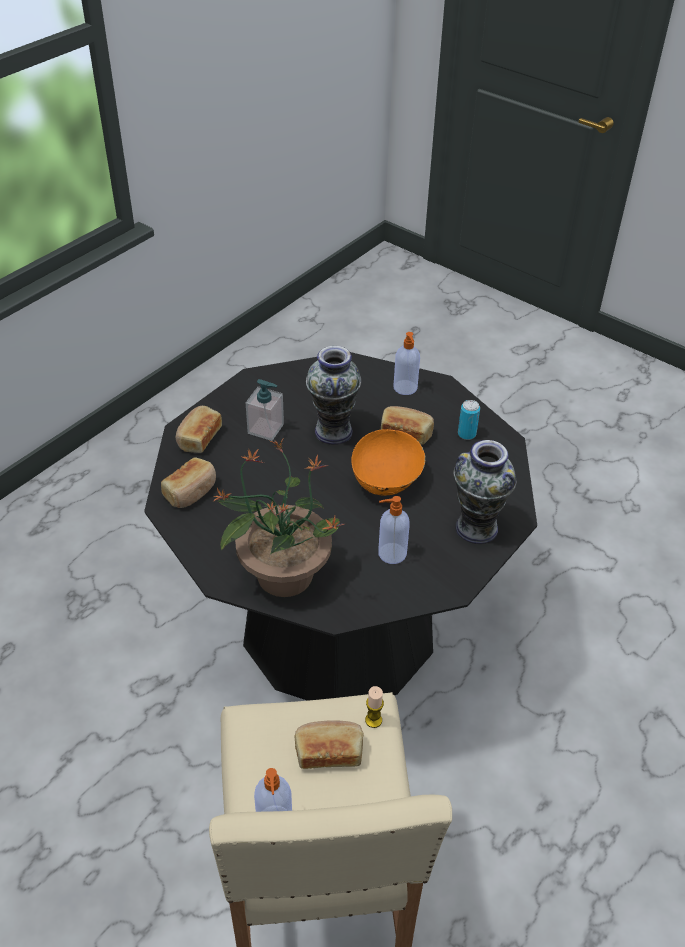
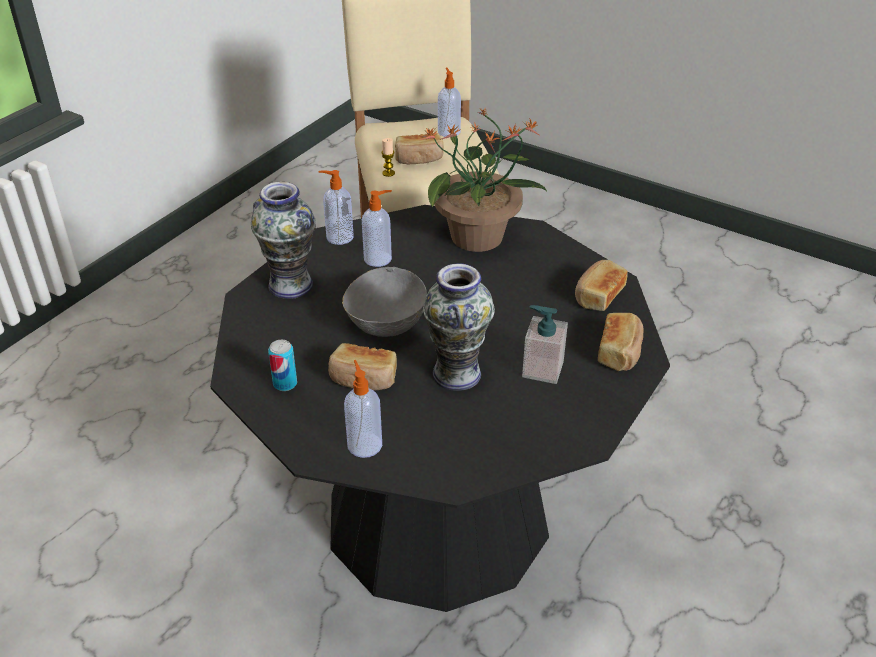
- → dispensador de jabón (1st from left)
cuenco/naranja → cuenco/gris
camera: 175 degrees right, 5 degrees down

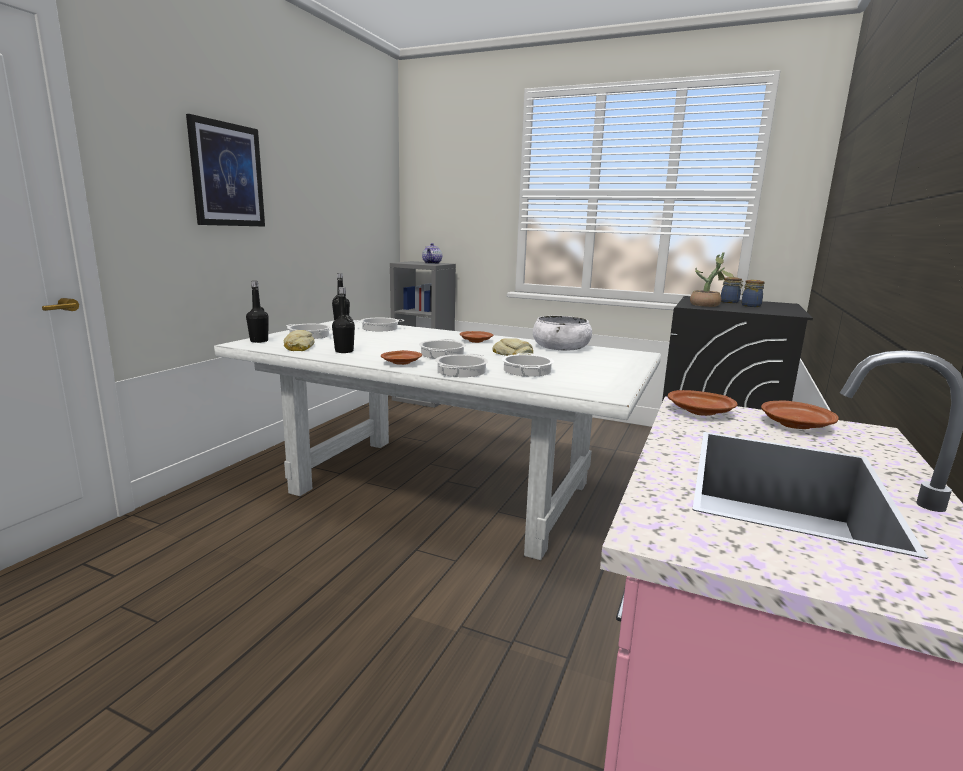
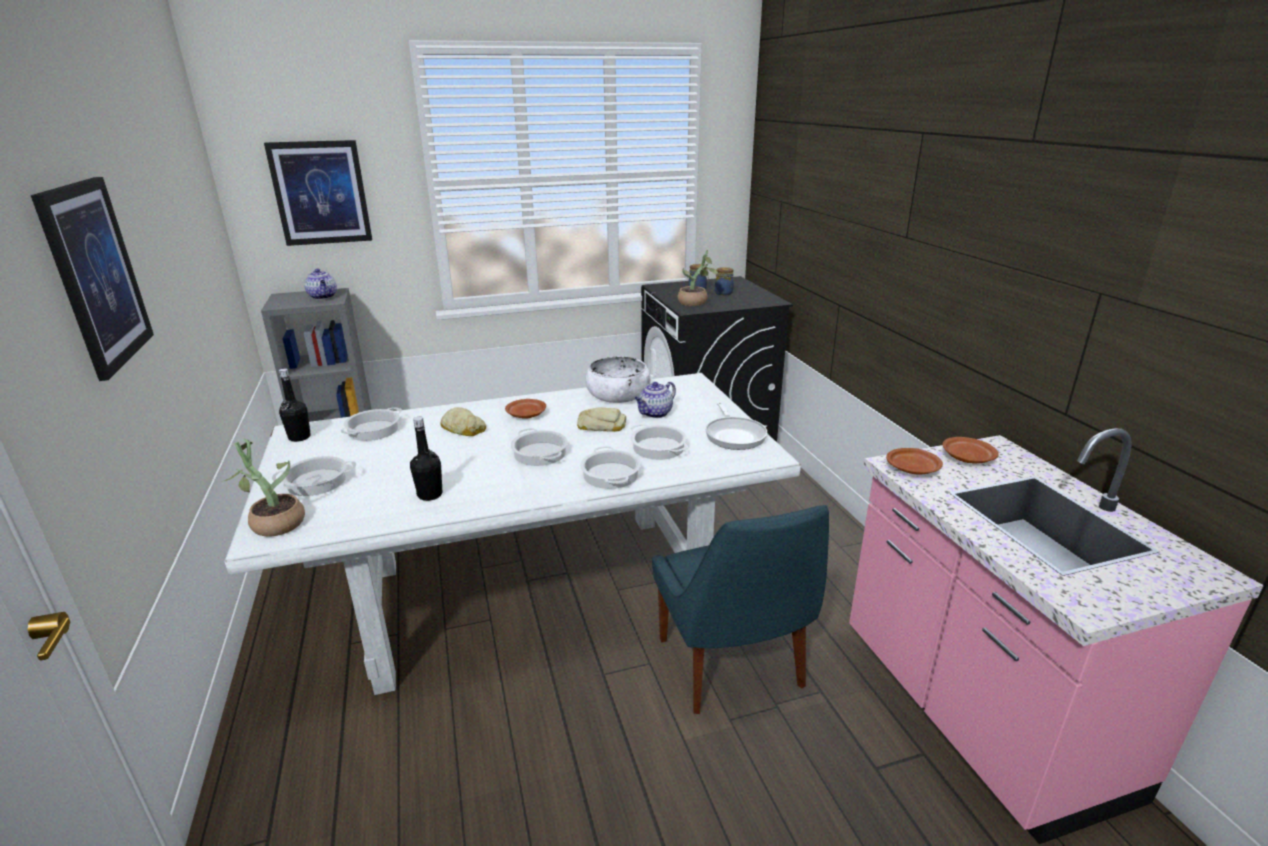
plato/marrón (1st from left) → -
- → cuadro (2nd from left)
- → tetera (2nd from left)
- → silla/azul
- → sartén
pan (1st from left), moved
botella/negro (1st from left) → planta en maceta (1st from left)
camera: 40 degrees left, 10 degrees up

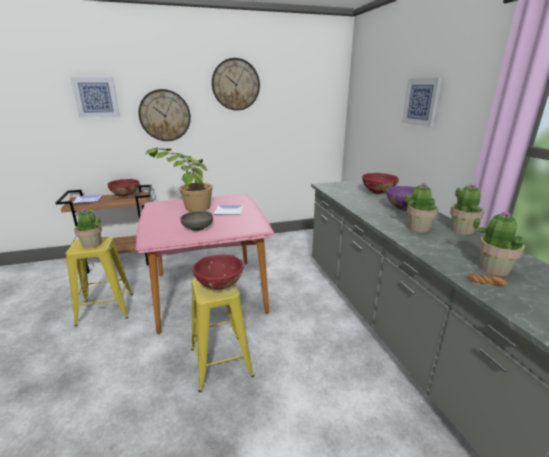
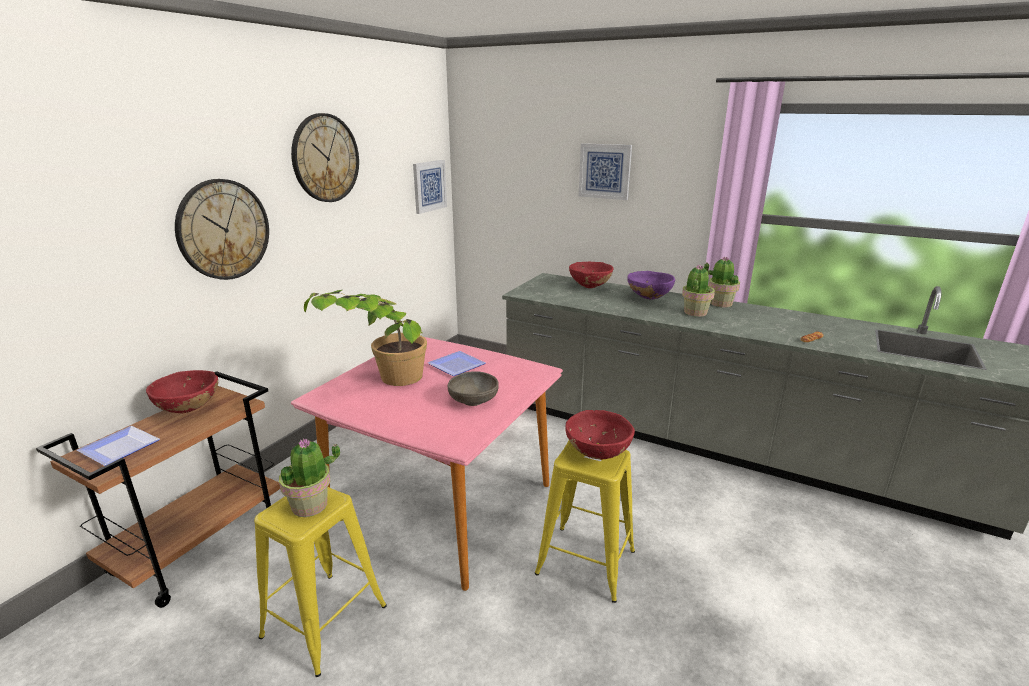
planta en maceta (5th from left) → -
cuadro (1st from left), moved
camera: 45 degrees left, 0 degrees up

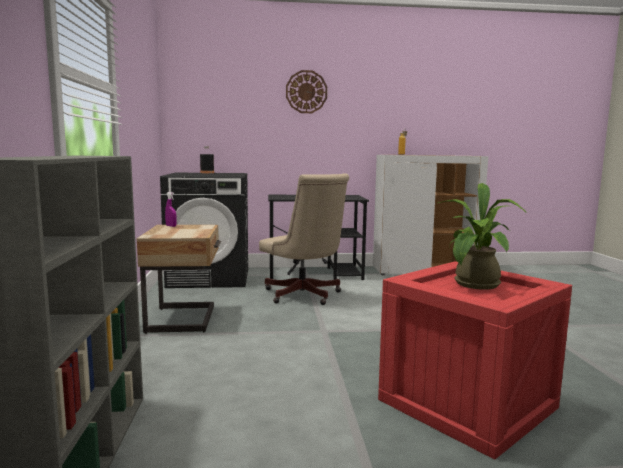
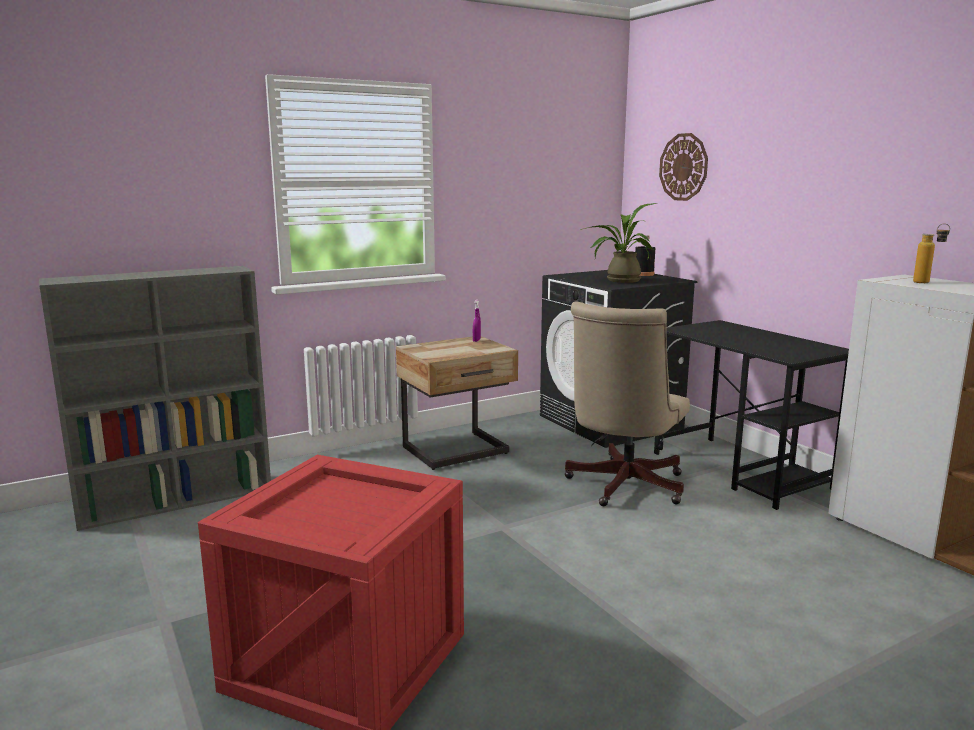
reloj de pared, moved
planta en maceta, moved
camera: 65 degrees right, 5 degrees up

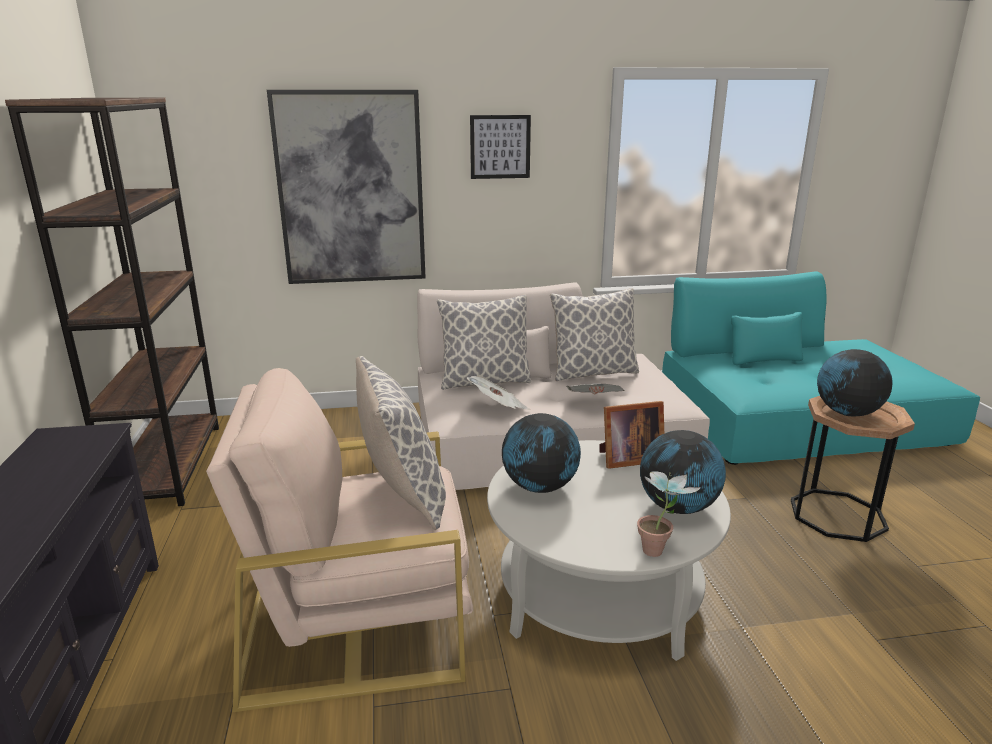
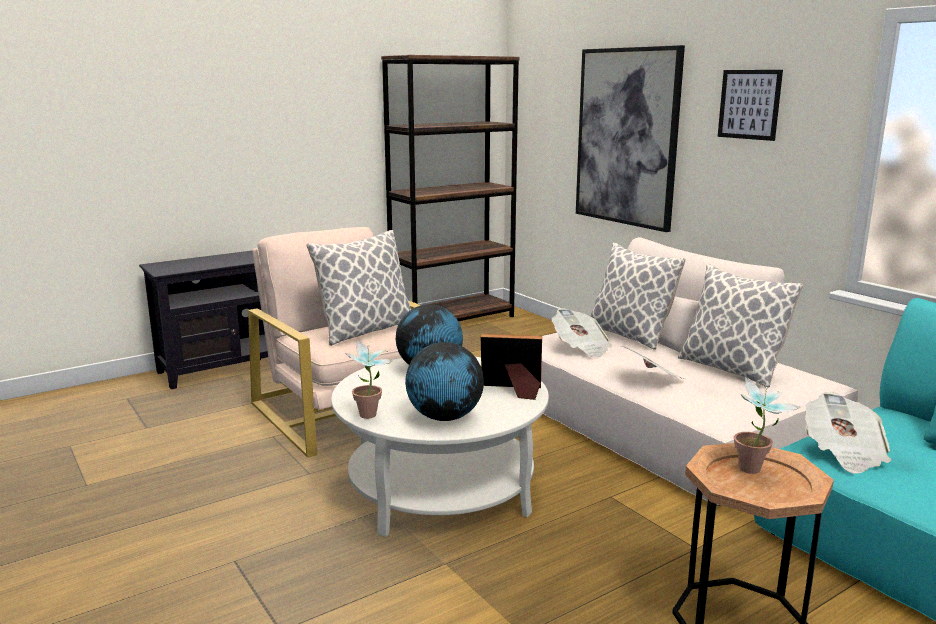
- → periódico (3rd from left)
globo terráqueo (3rd from left) → planta en maceta (2nd from left)
portarretratos, 135 degrees clockwise
camera: 65 degrees right, 5 degrees down

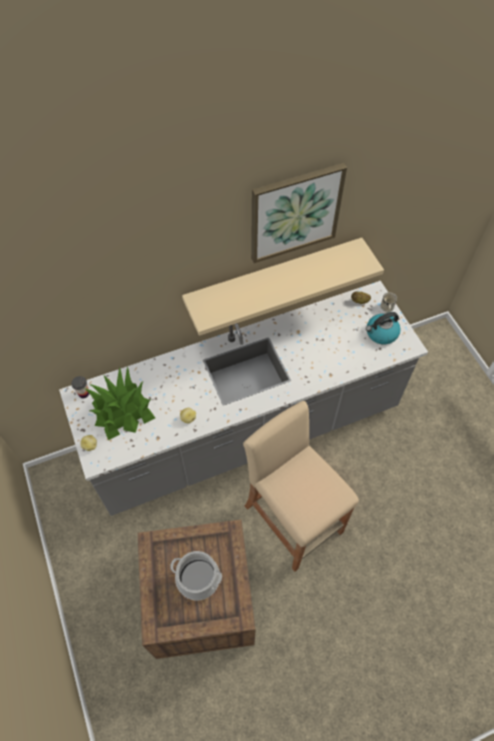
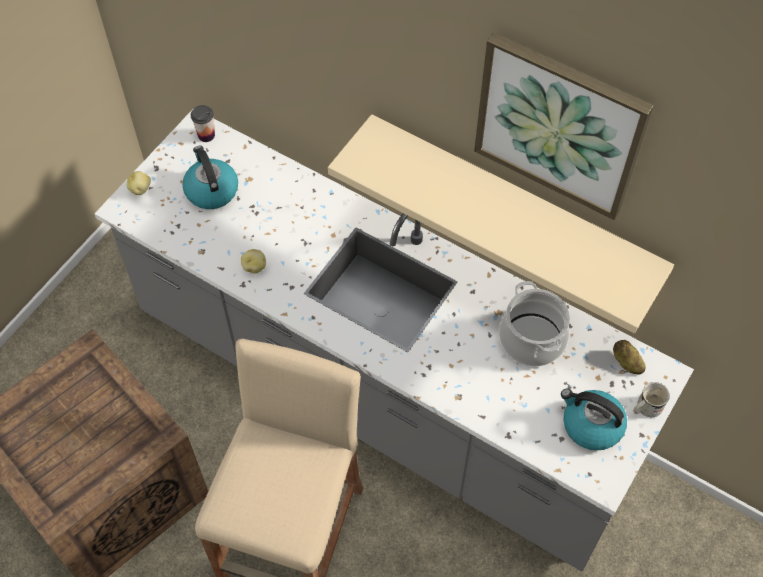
olla, moved
planta en maceta → hervidor (1st from left)
camera: 55 degrees right, 0 degrees up

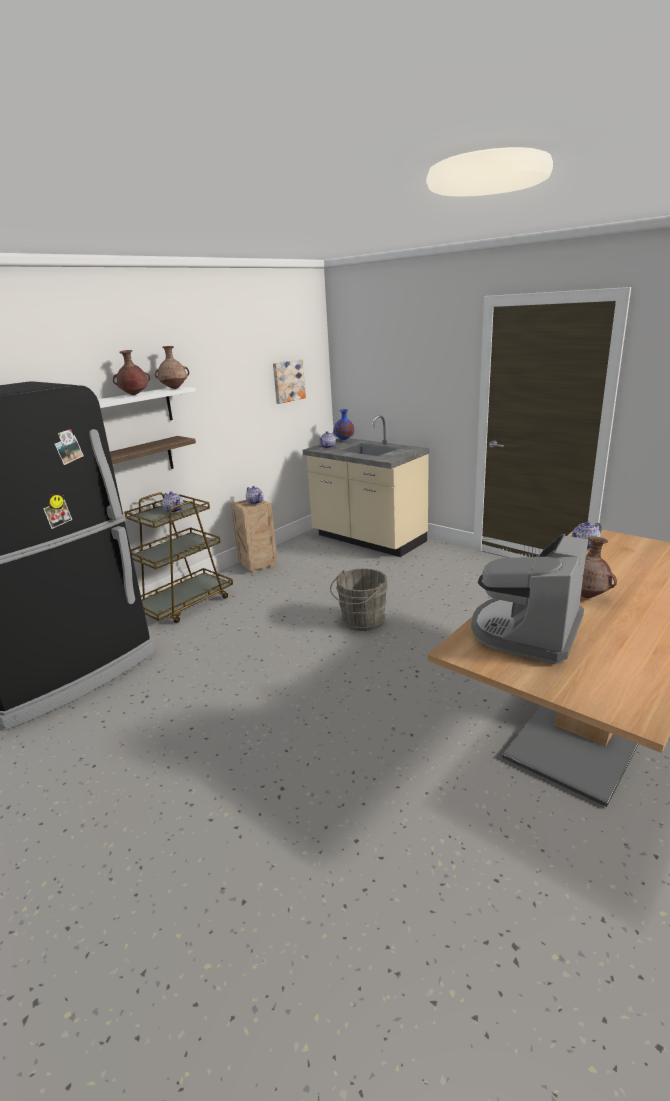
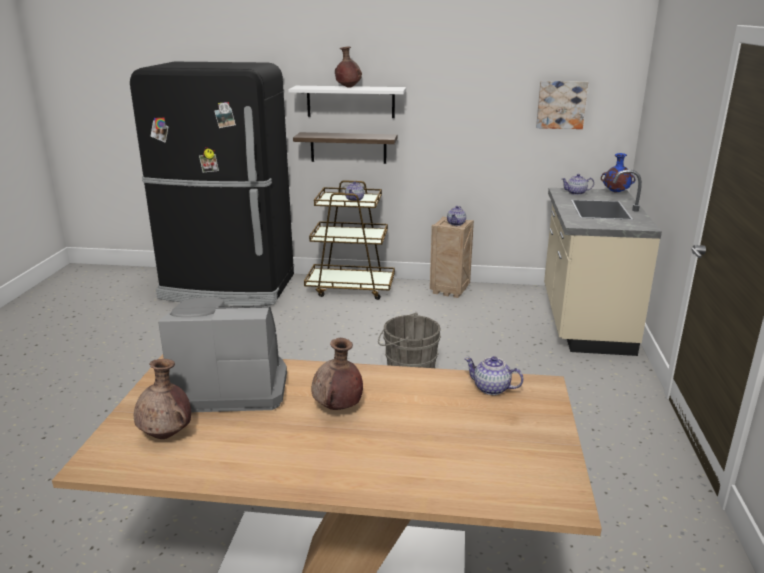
florero/marrón (2nd from left in the first image) → florero/marrón (1st from left), moved
camera: 55 degrees right, 0 degrees up

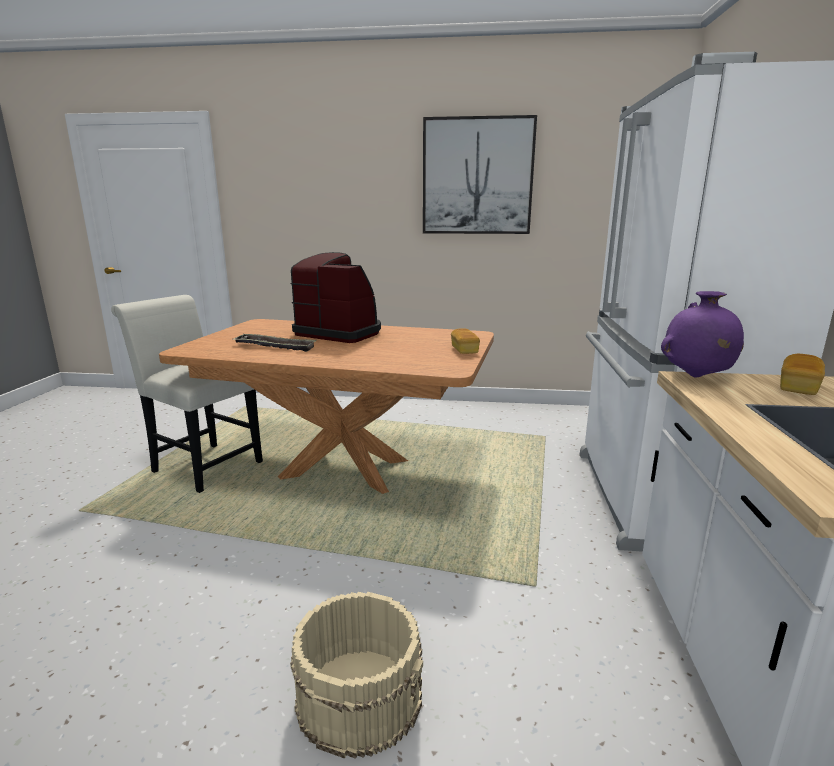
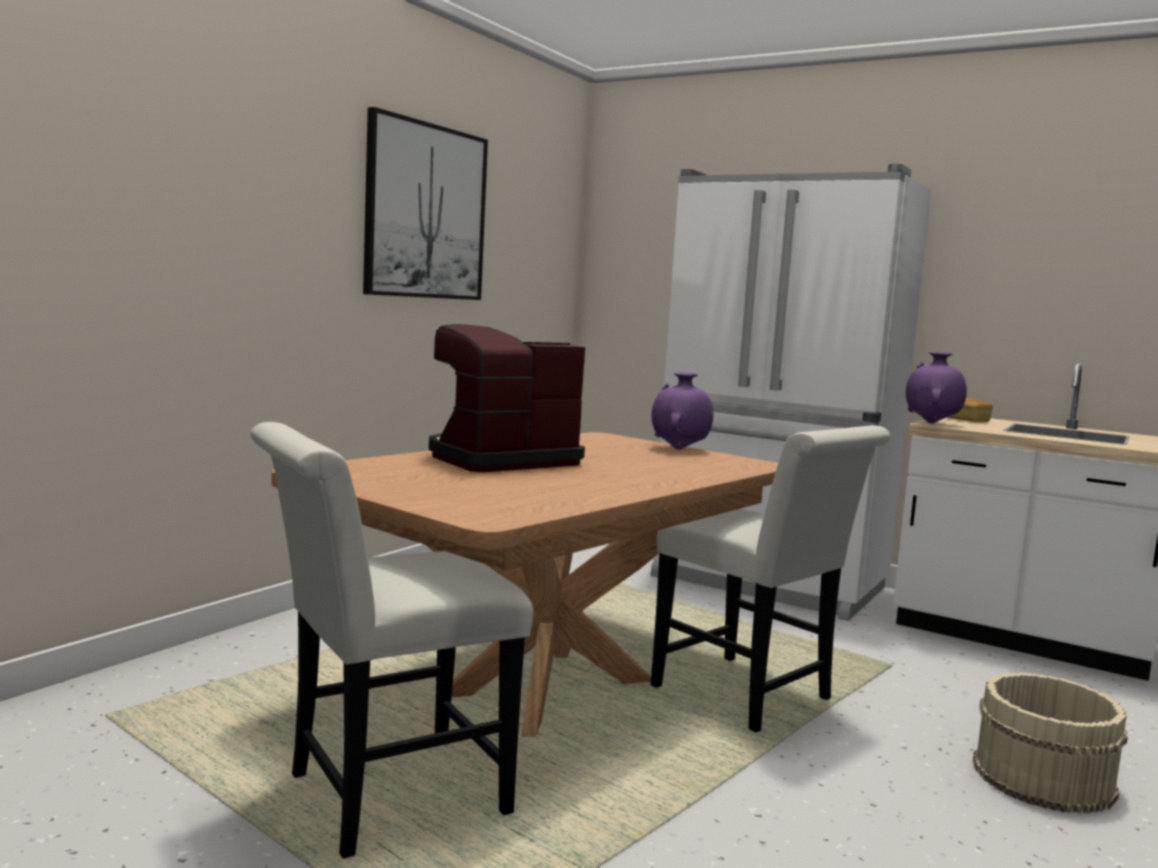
bandeja → -
- → silla/blanco (2nd from left)
pan (1st from left) → florero/morado (1st from left)
camera: 65 degrees left, 10 degrees down

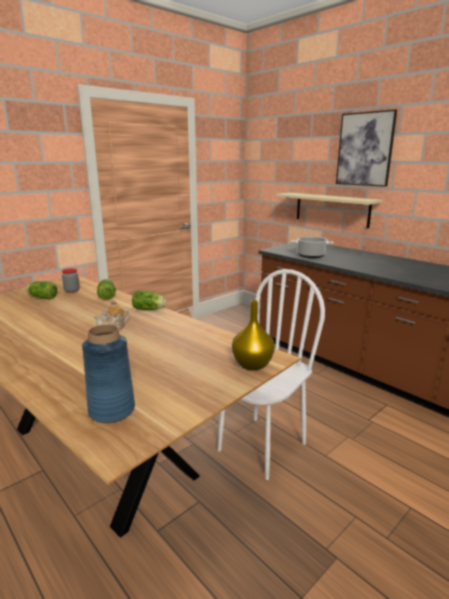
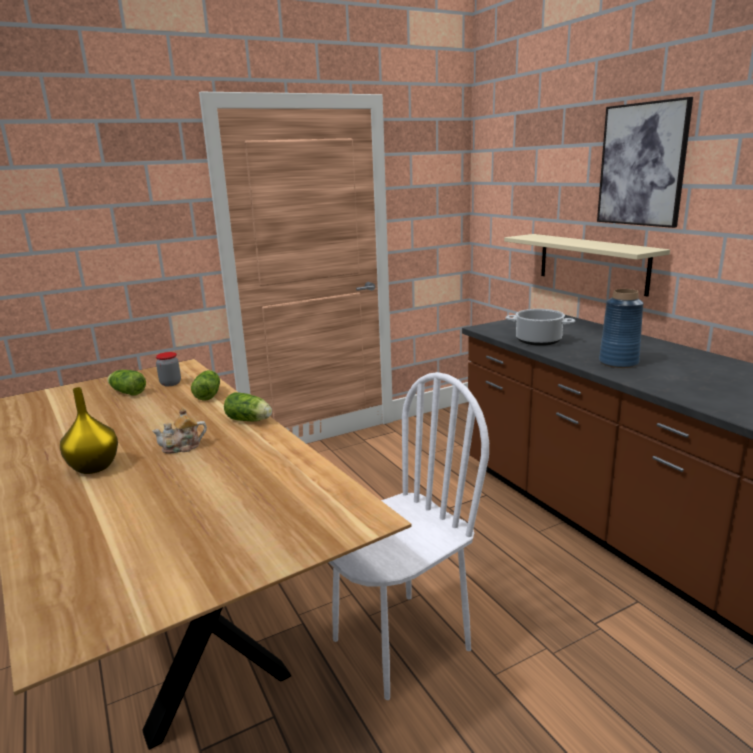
florero/azul, moved
florero/amarillo, moved
camera: 15 degrees right, 0 degrees up

